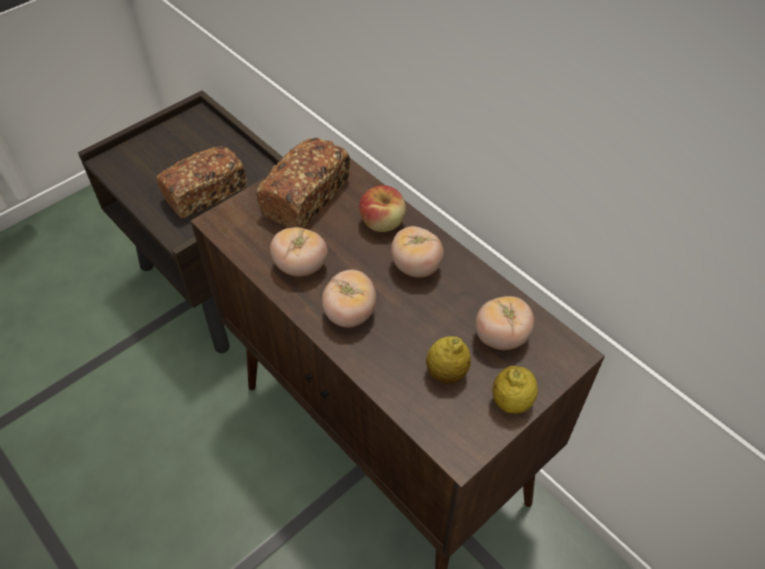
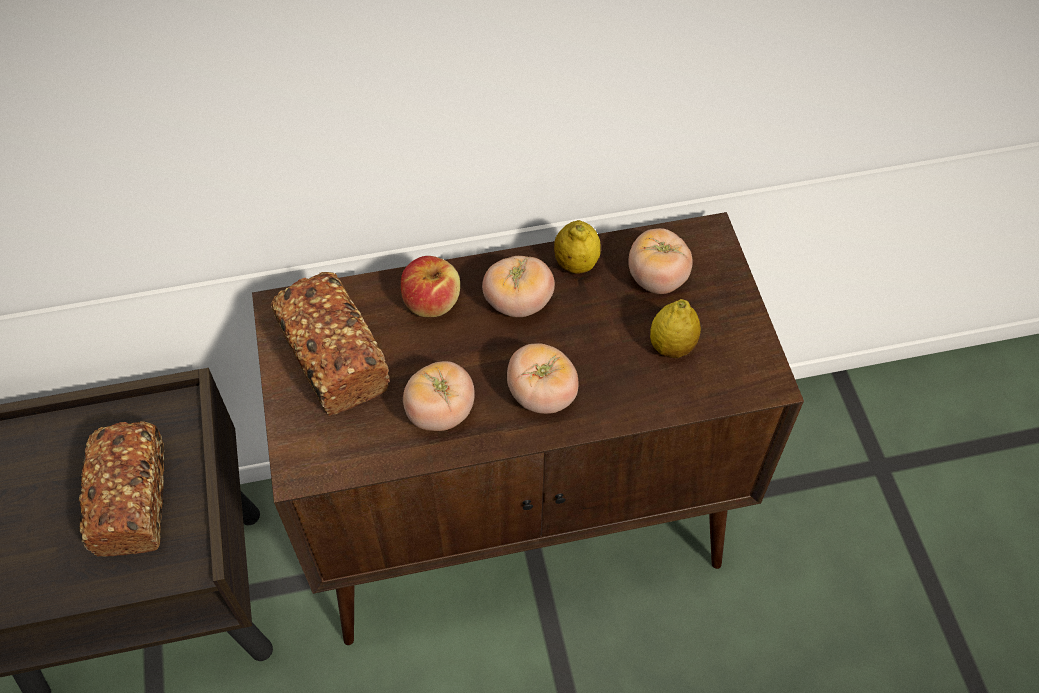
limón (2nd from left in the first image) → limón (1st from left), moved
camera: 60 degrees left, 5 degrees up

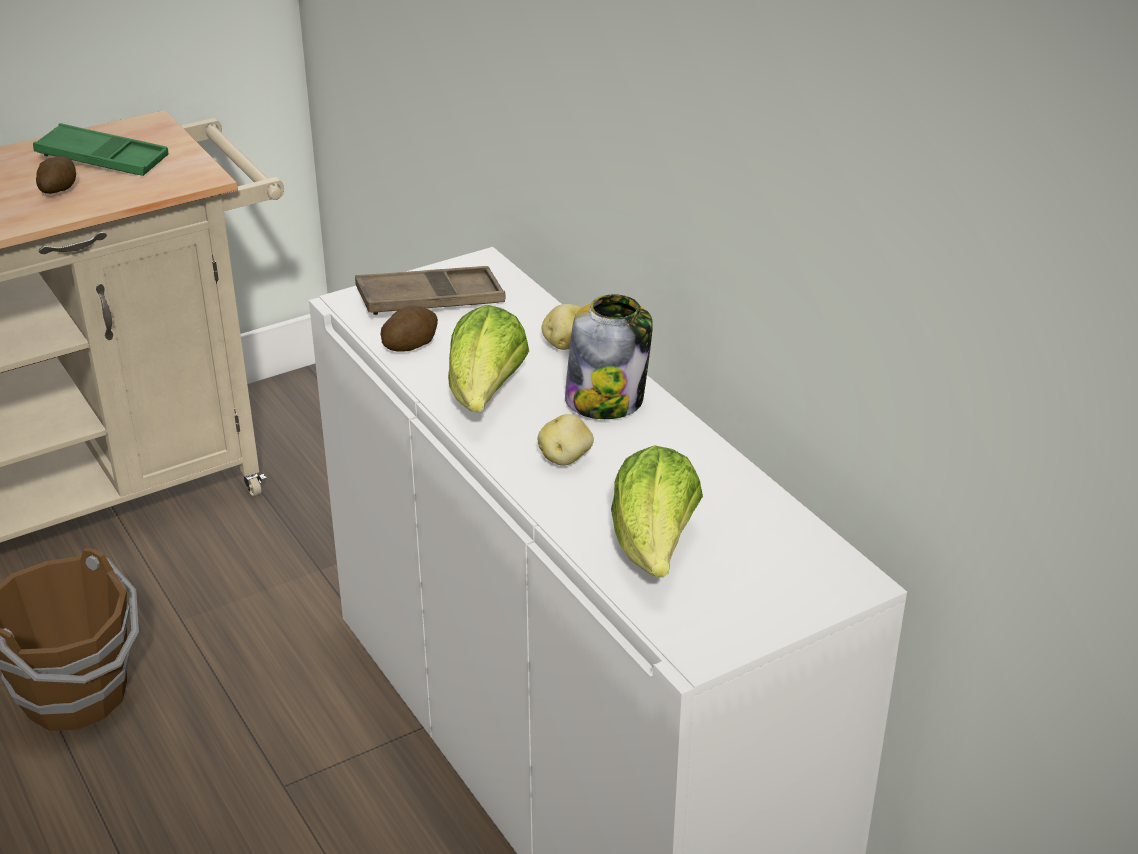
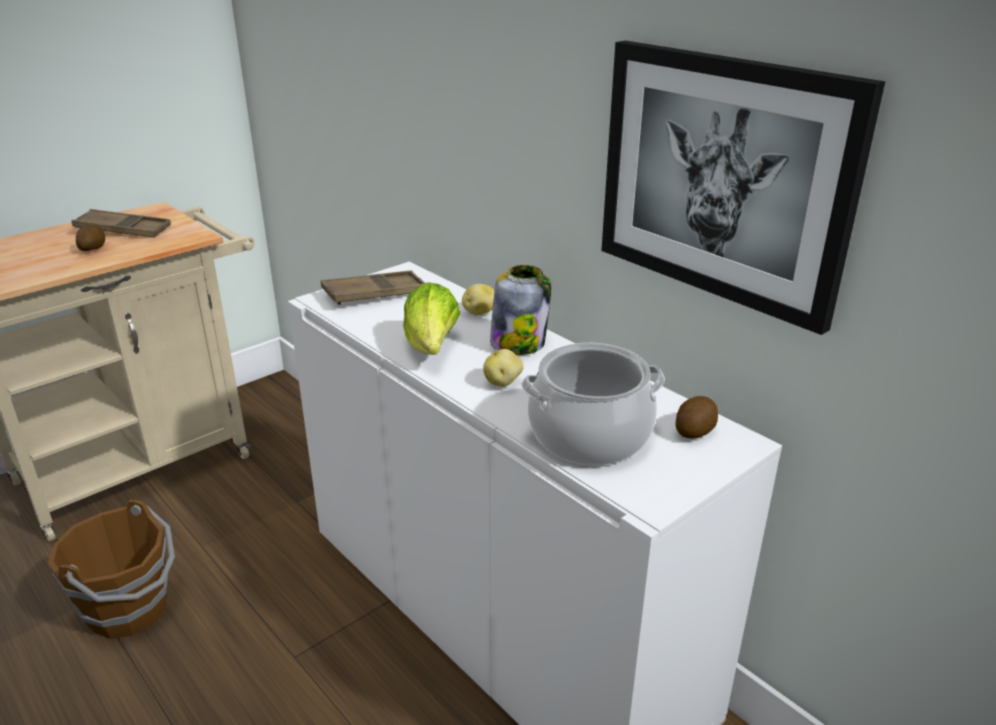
- → cuadro
patata (2nd from left in the first image) → patata (4th from left), moved
lechuga (2nd from left) → olla
bandeja/verde → bandeja/marrón (1st from left)
camera: 10 degrees left, 5 degrees down

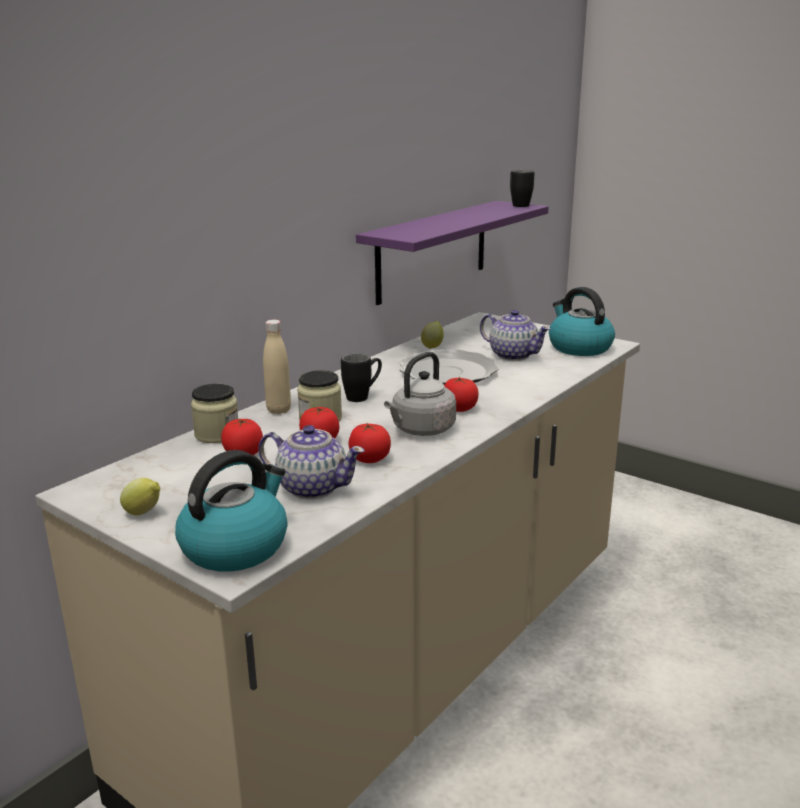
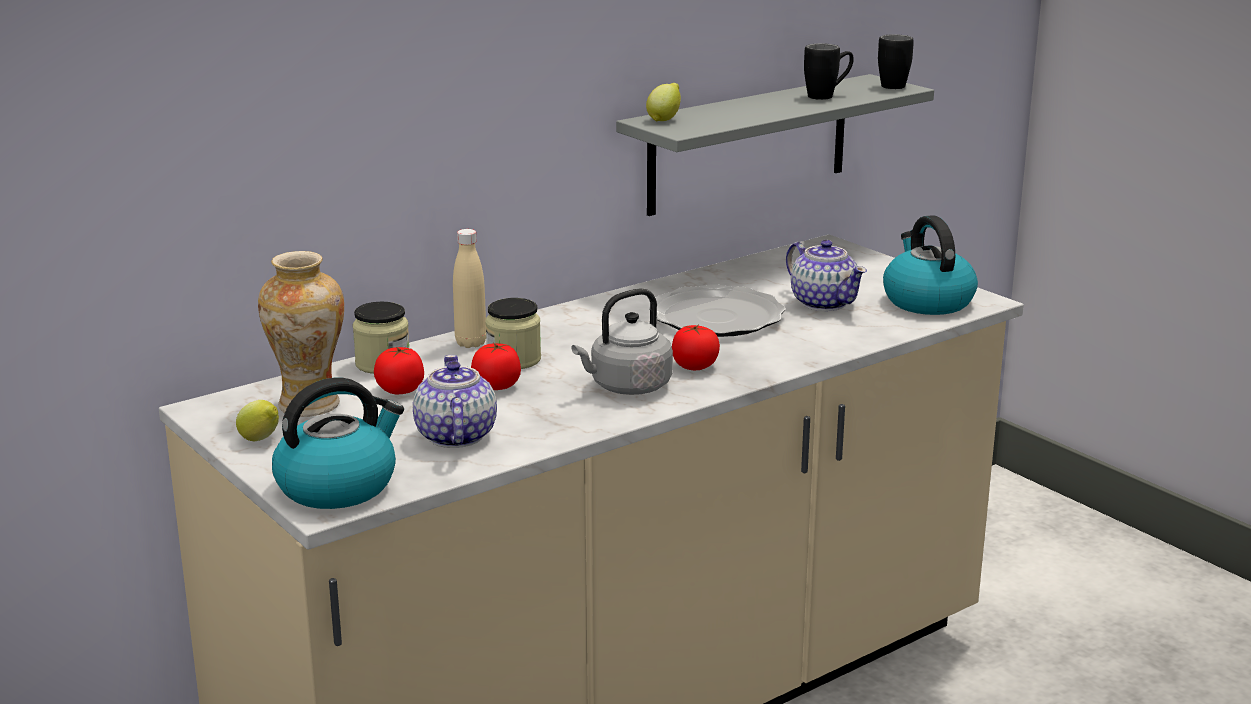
tomate (3rd from left) → -
- → florero
taza grande/negro (1st from left), moved
limón (2nd from left), moved
estante/morado → estante/gris
tetera (1st from left), 135 degrees counterclockwise
camera: 15 degrees right, 0 degrees up

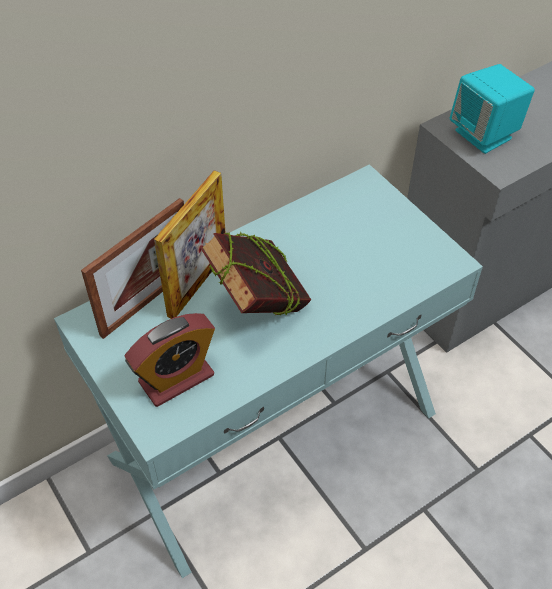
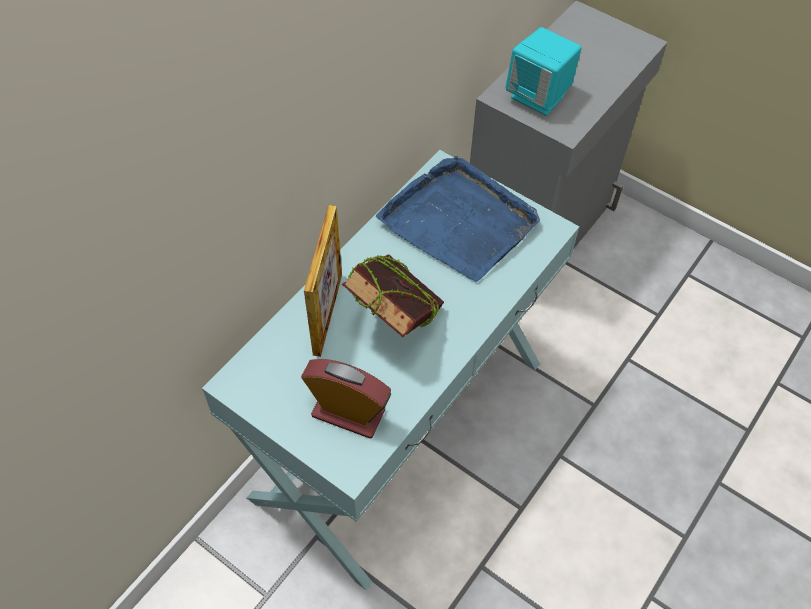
portarretratos (1st from left) → -
- → bandeja/azul
despertador, 105 degrees counterclockwise
camera: 20 degrees left, 5 degrees up

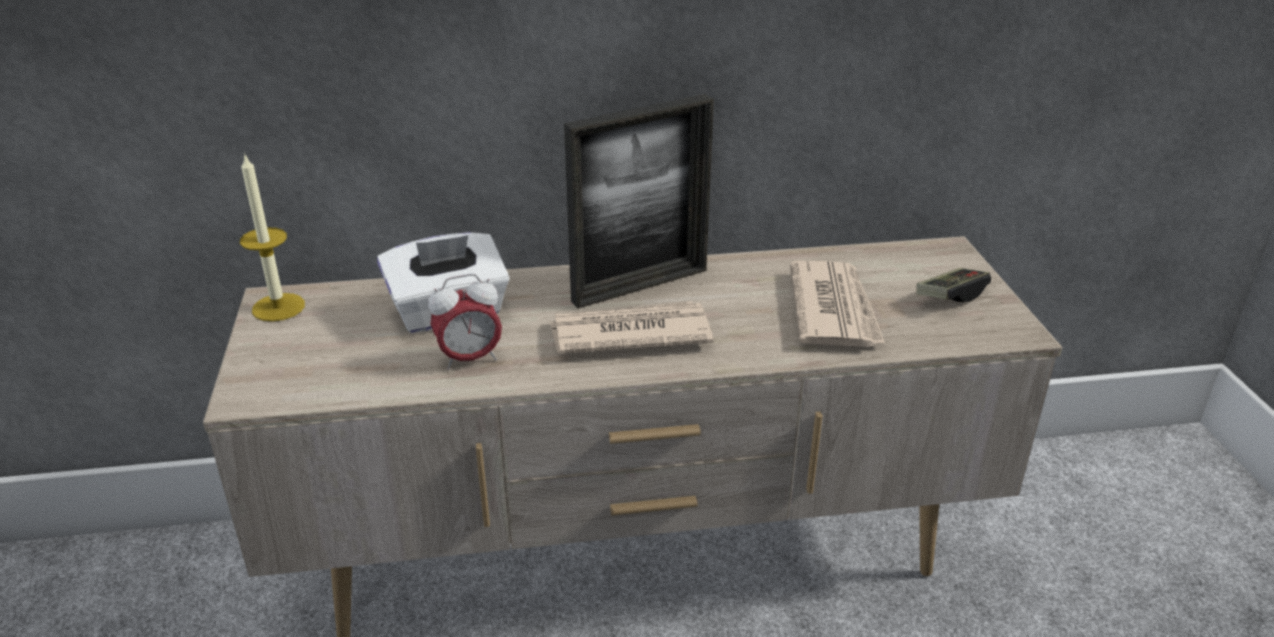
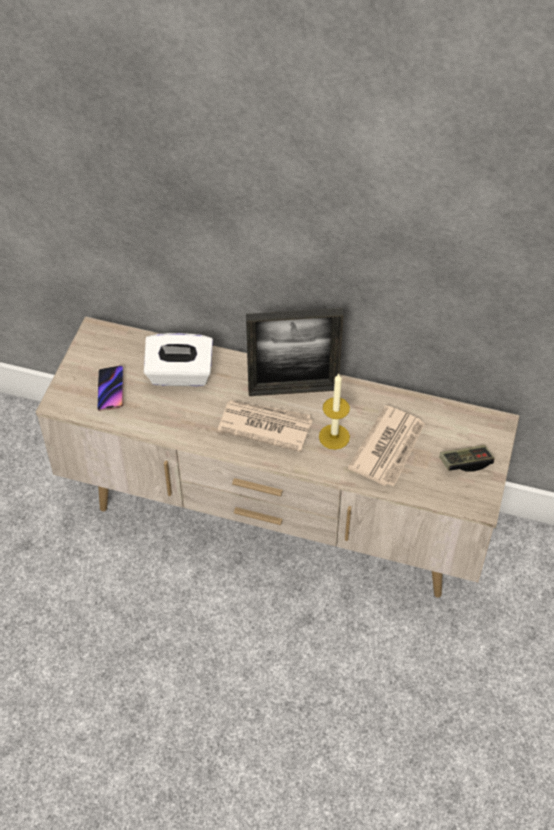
despertador → -
- → móvil
vela, moved
camera: 25 degrees right, 20 degrees up

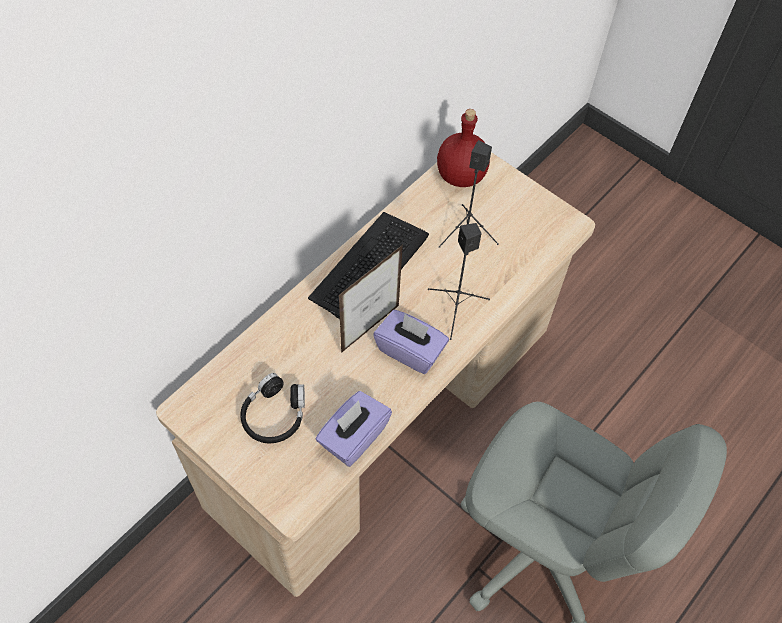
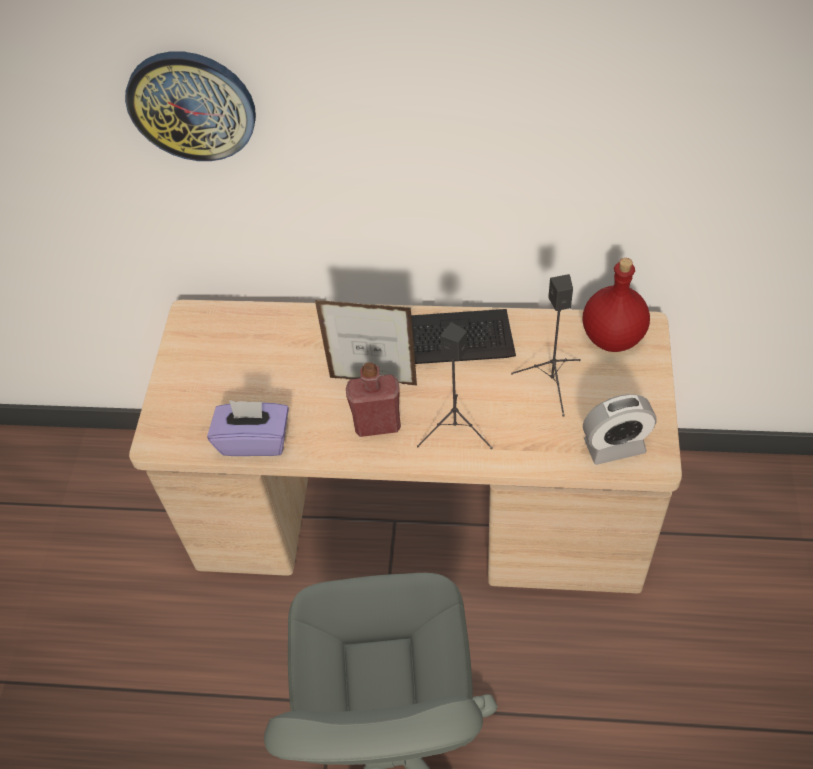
auriculares/negro → -
- → reloj de pared
- → despertador
caja de pañuelos/morado (2nd from left) → botella/rojo (1st from left)
camera: 60 degrees right, 5 degrees down

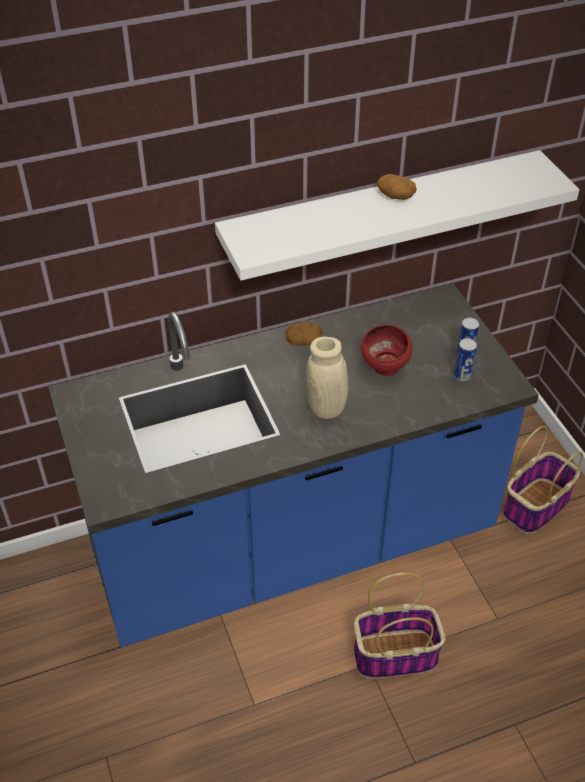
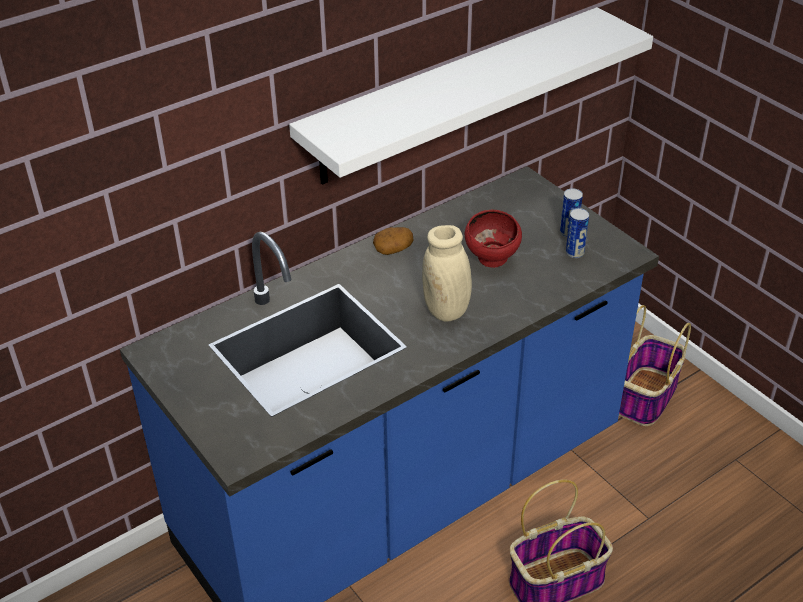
patata (2nd from left) → -
camera: 15 degrees left, 5 degrees down

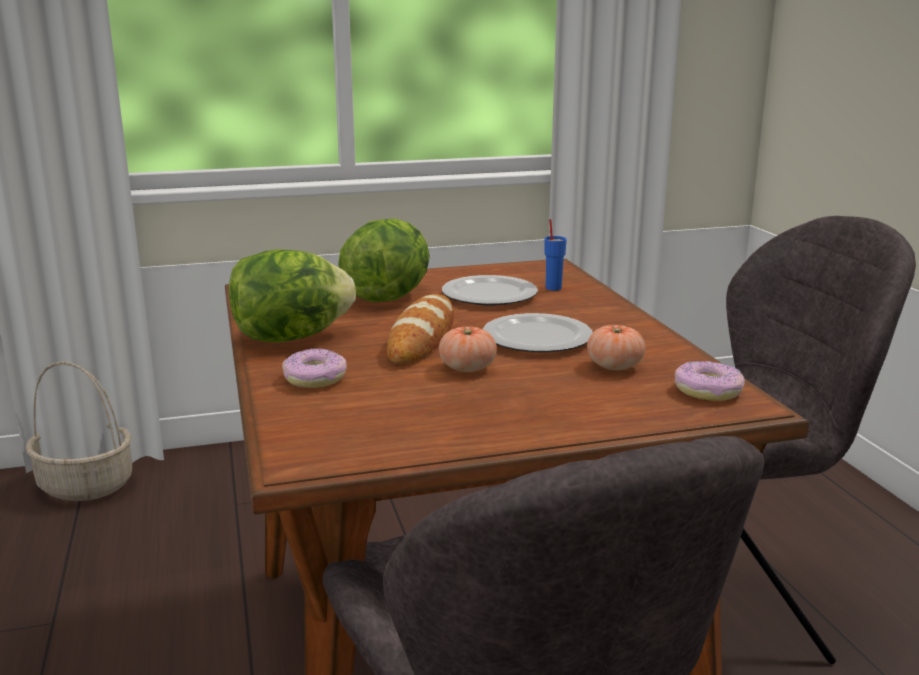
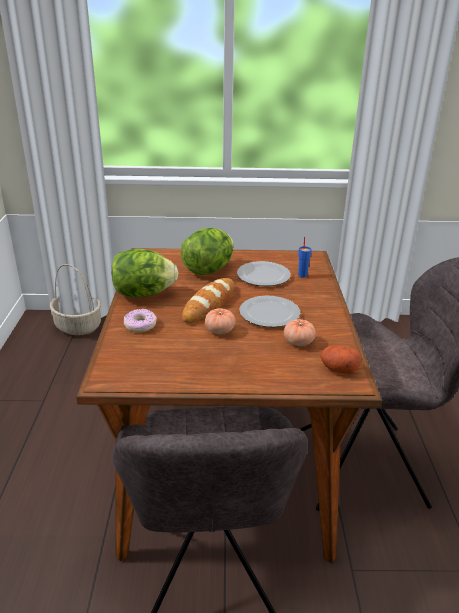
rosquilla (2nd from left) → patata
camera: 15 degrees right, 10 degrees up

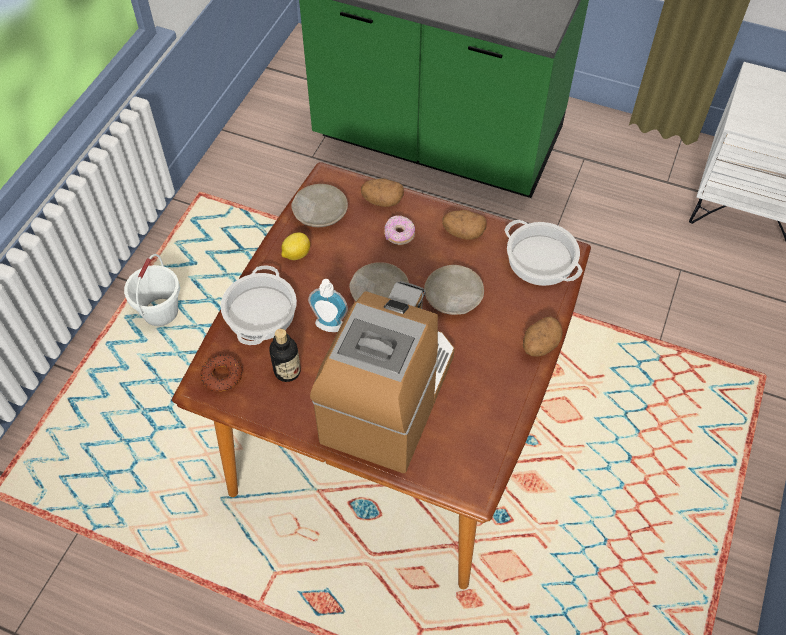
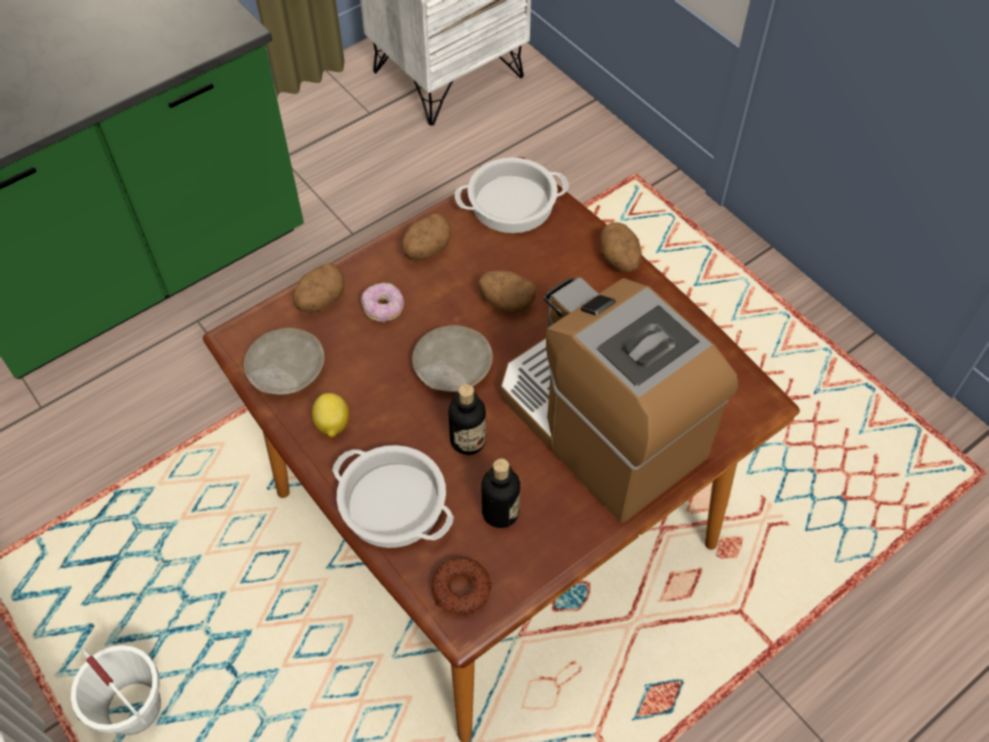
dispensador de jabón → botella (1st from left)
plato/beis (3rd from left) → patata (3rd from left)
camera: 60 degrees left, 0 degrees up

